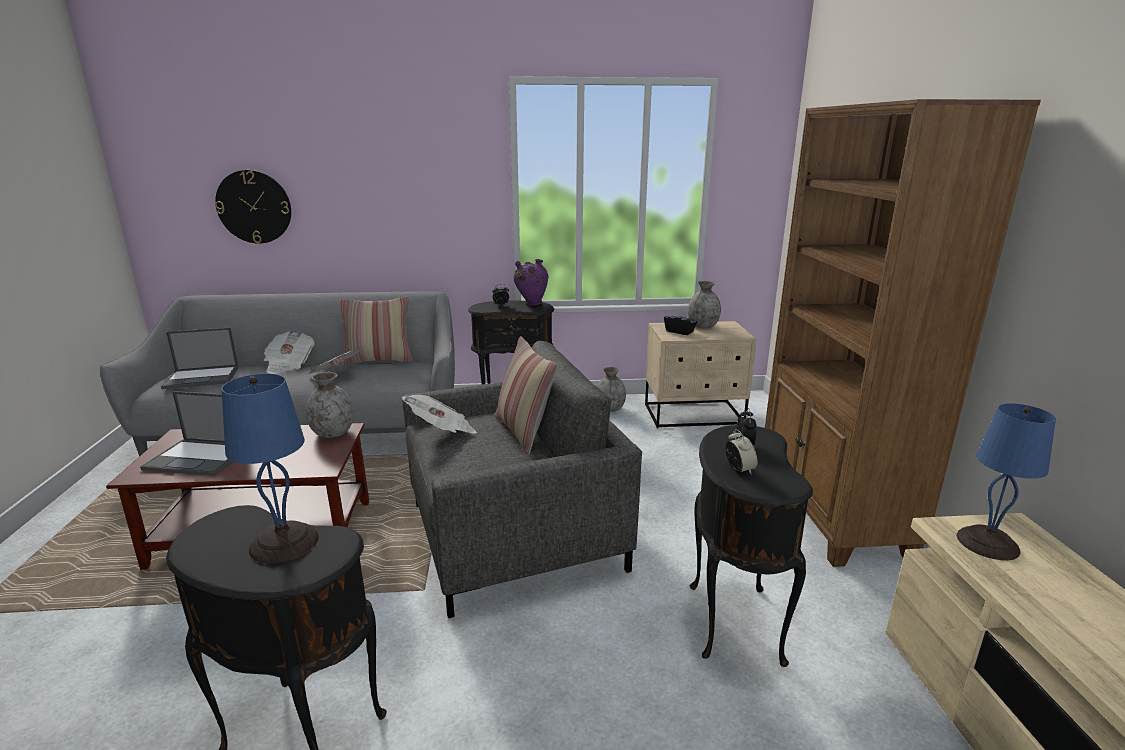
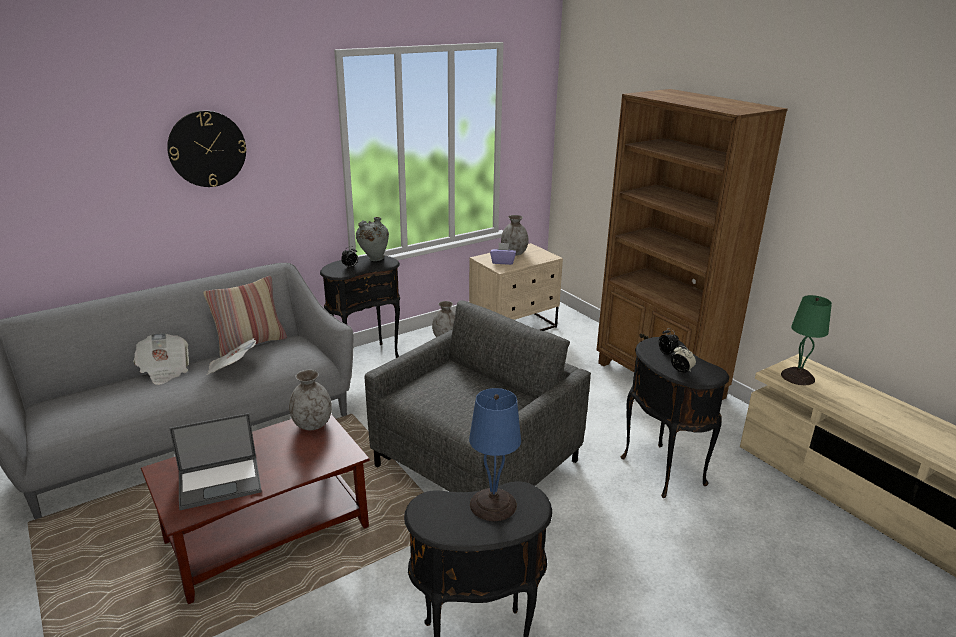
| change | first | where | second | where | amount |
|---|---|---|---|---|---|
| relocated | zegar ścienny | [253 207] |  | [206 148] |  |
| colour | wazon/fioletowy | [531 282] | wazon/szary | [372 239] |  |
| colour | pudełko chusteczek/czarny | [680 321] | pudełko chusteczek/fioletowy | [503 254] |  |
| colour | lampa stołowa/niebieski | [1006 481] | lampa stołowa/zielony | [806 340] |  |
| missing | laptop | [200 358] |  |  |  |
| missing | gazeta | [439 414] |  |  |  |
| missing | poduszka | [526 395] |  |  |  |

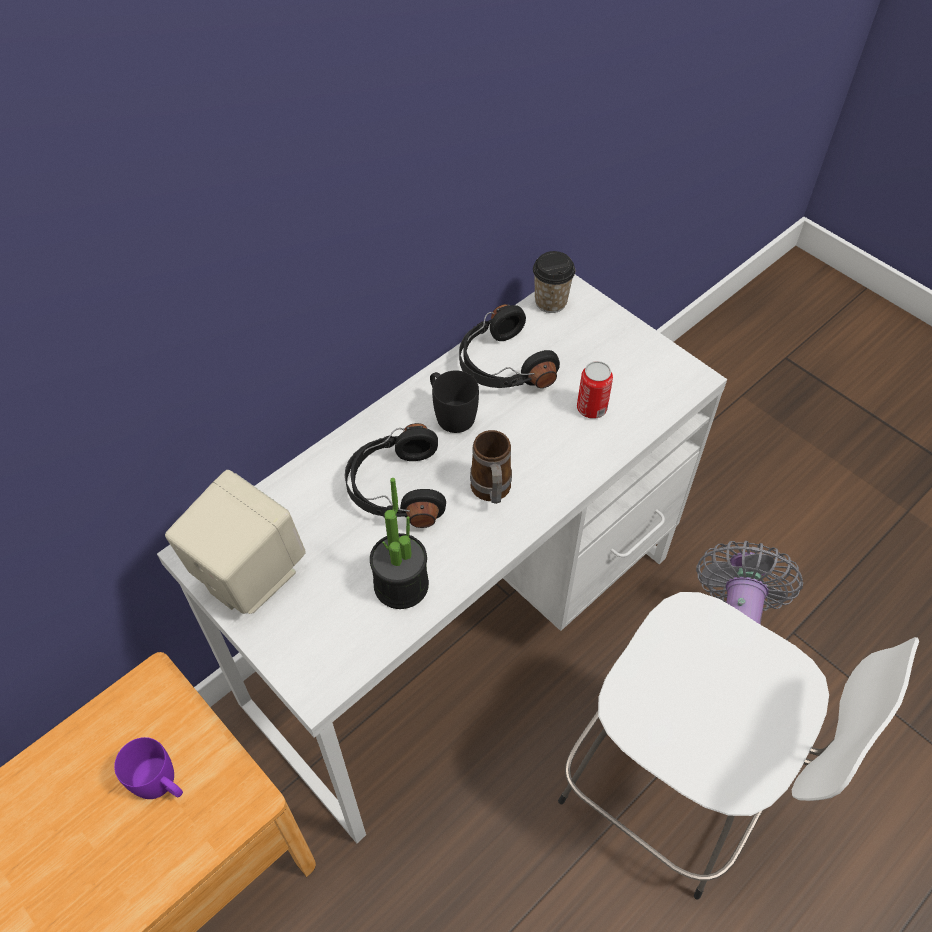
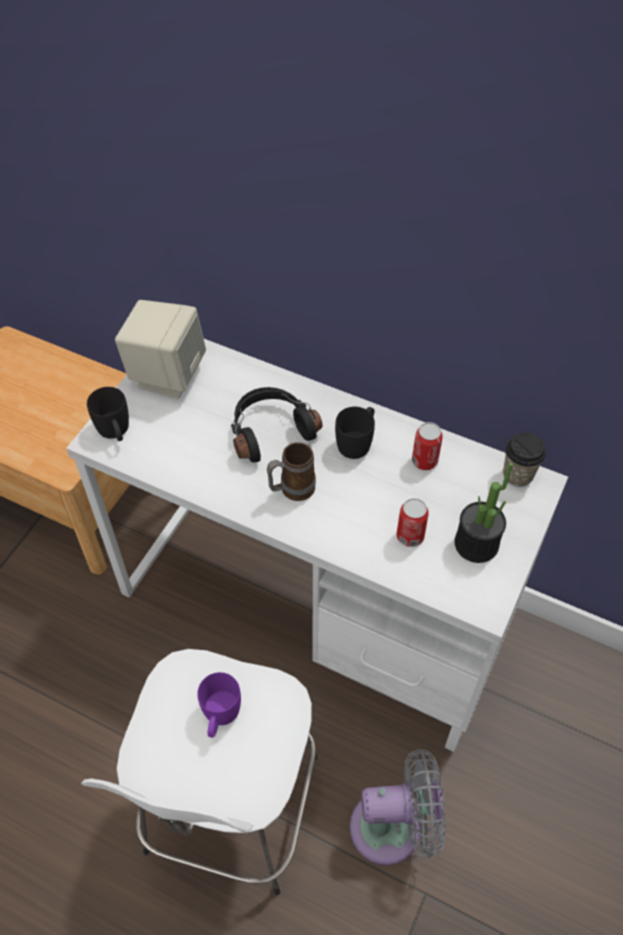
| change | first | where | second | where | amount |
|---|---|---|---|---|---|
| appeared |  |  | kubek/czarny | [108 414] |  |
| relocated | kubek/fioletowy | [148 768] |  | [219 705] |  |
| exchanged | słuchawki/czarny | [509 346] | puszka | [427 446] |  |
| relocated | roślina doniczkowa | [399 543] |  | [484 513] |  |

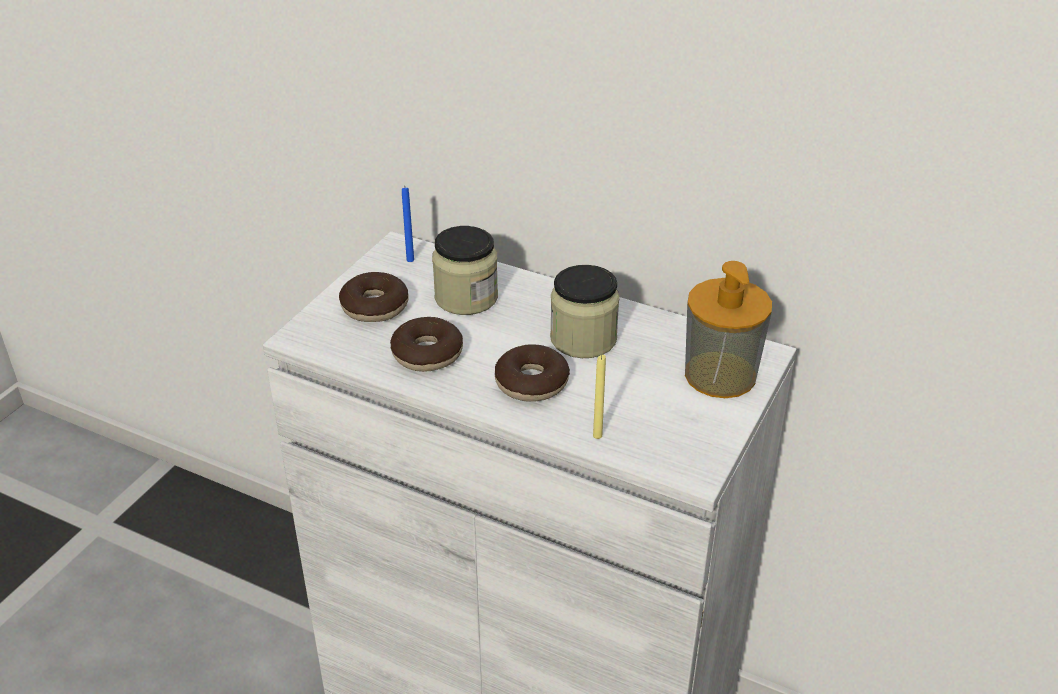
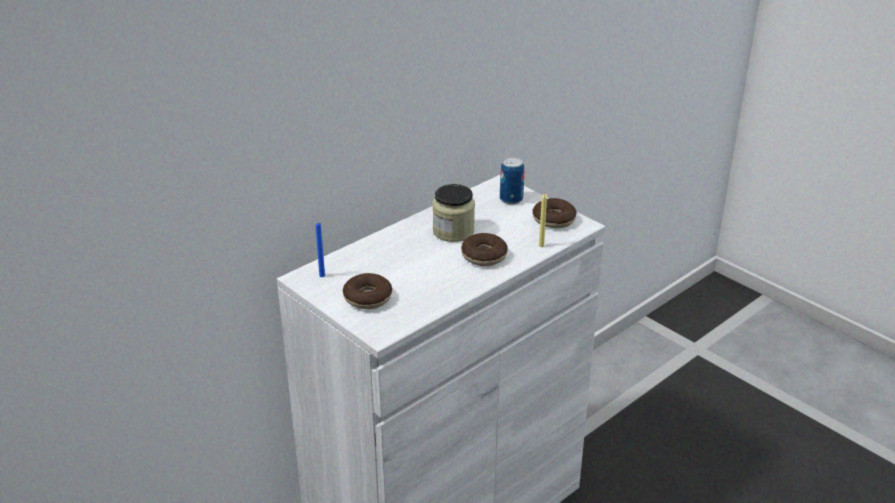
| change | first | where | second | where | amount |
|---|---|---|---|---|---|
| exchanged | dozownik mydła | [728 329] | puszka | [512 180] |  |
| relocated | donut | [426 344] |  | [555 213] |  |
| missing | słoik | [465 270] |  |  |  |

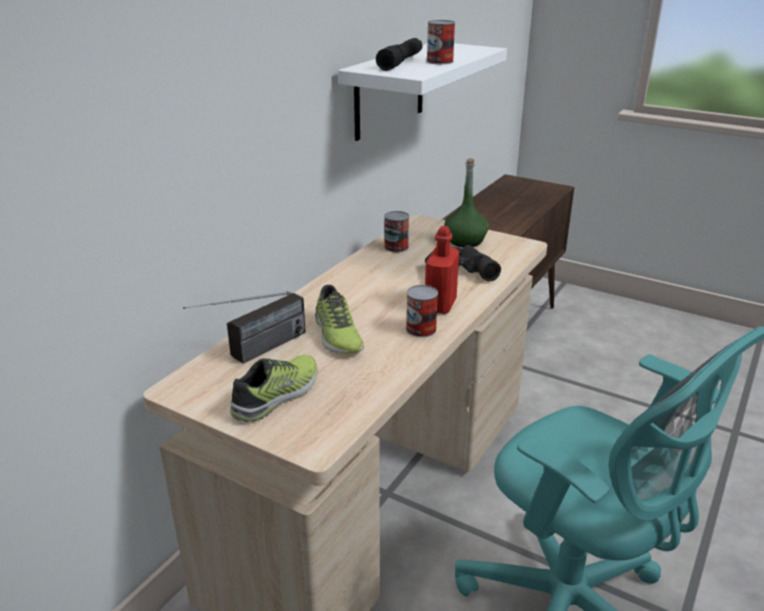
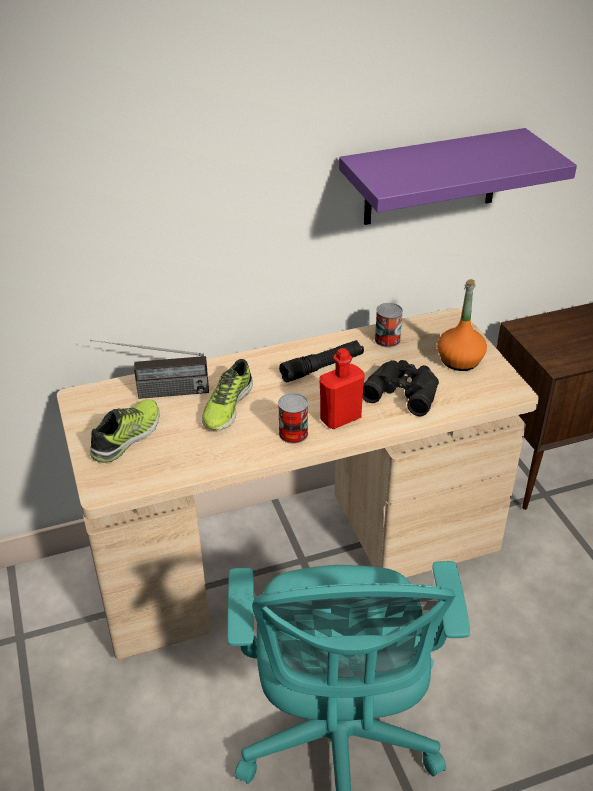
| change | first | where | second | where | amount |
|---|---|---|---|---|---|
| spun | but | [273 388] |  | [124 431] | 45 degrees counterclockwise |
| relocated | latarka/czarny | [399 54] |  | [321 361] |  |
| colour | półka/biały | [422 92] | półka/fioletowy | [458 176] |  |
| colour | butelka/zielony | [466 203] | butelka/pomarańczowy | [462 325] |  |
| missing | puszka | [440 42] |  |  |  |

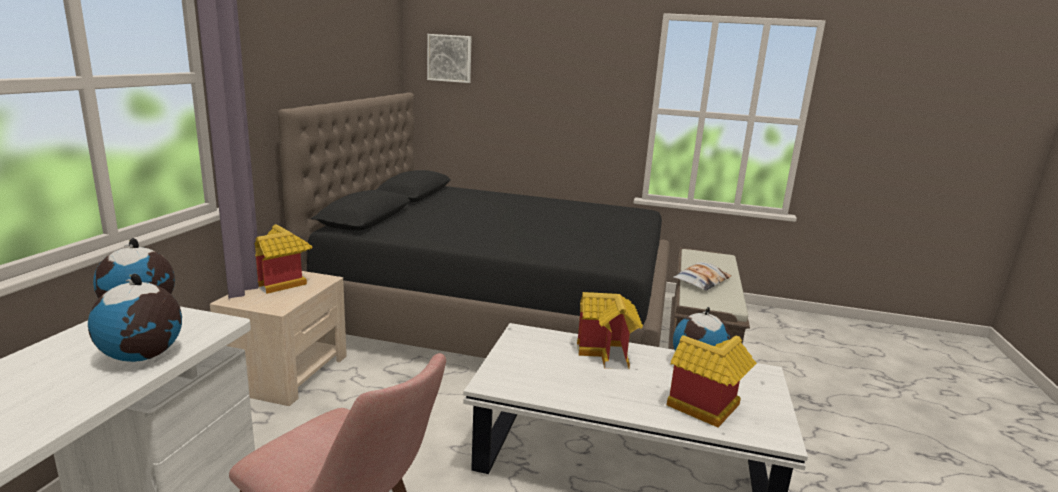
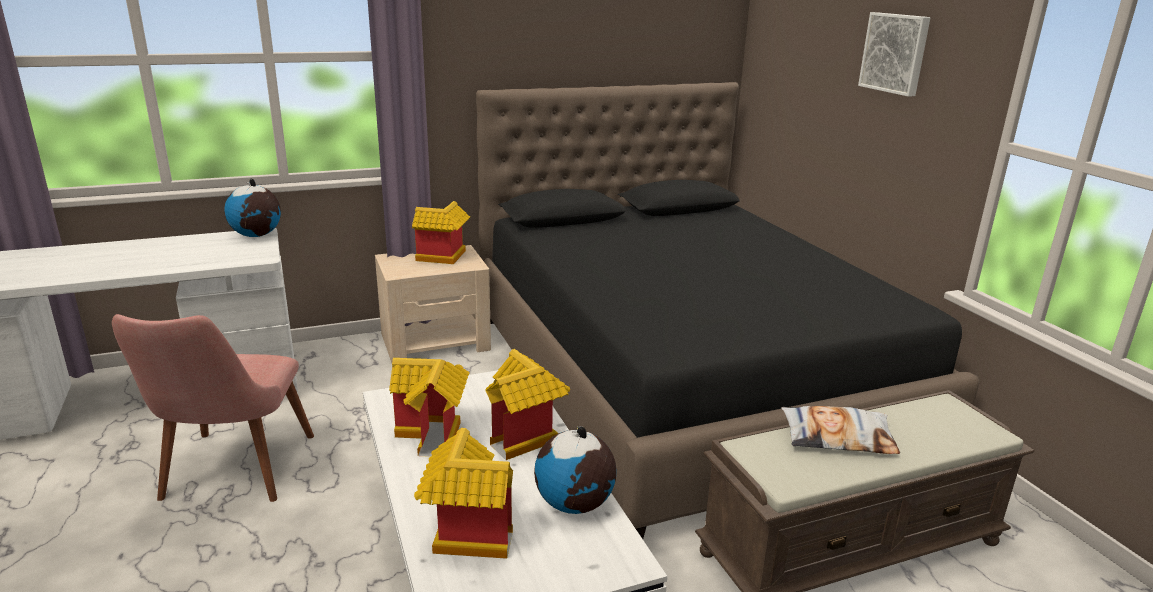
| change | first | where | second | where | amount |
|---|---|---|---|---|---|
| appeared |  |  | domek | [429 407] |  |
| relocated | obraz | [449 58] |  | [894 54] |  |
| missing | globus | [135 317] |  |  |  |

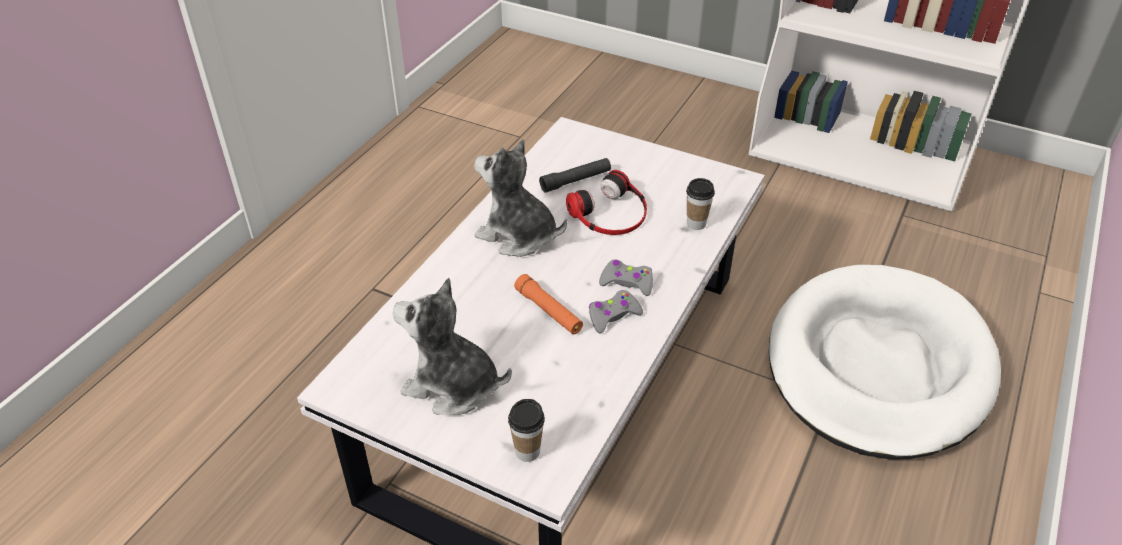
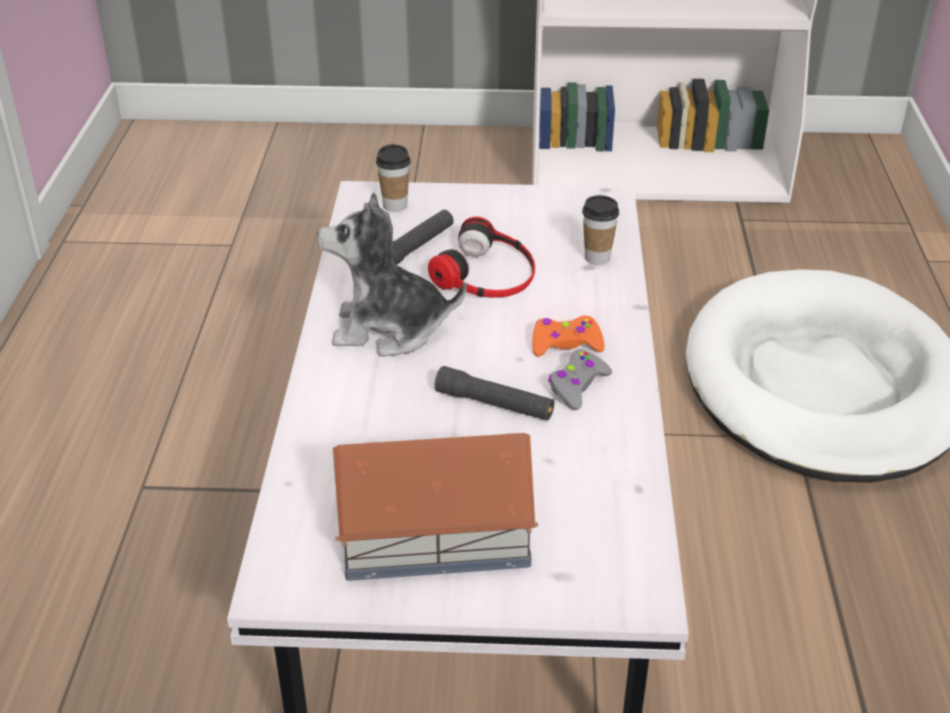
| change | first | where | second | where | amount |
|---|---|---|---|---|---|
| exchanged | pluszak | [452 346] | domek | [435 507] |  |
| relocated | filiżanka | [526 430] |  | [393 178] |  |
| colour | latarka/pomarańczowy | [548 304] | latarka/czarny | [494 393] |  |
| colour | pad do gier/szary | [626 277] | pad do gier/pomarańczowy | [568 336] |  |

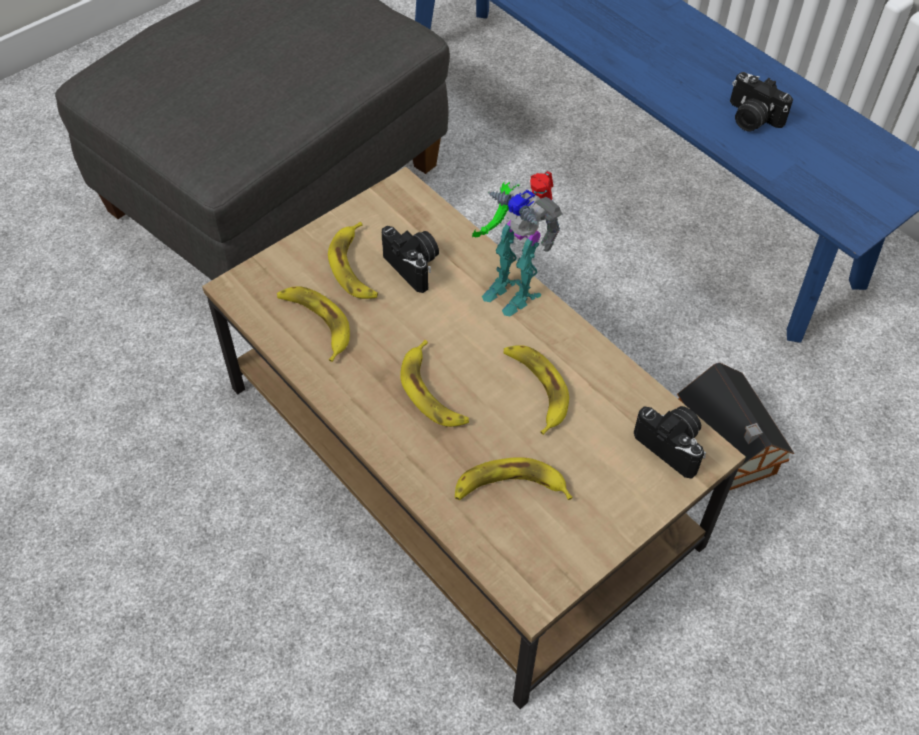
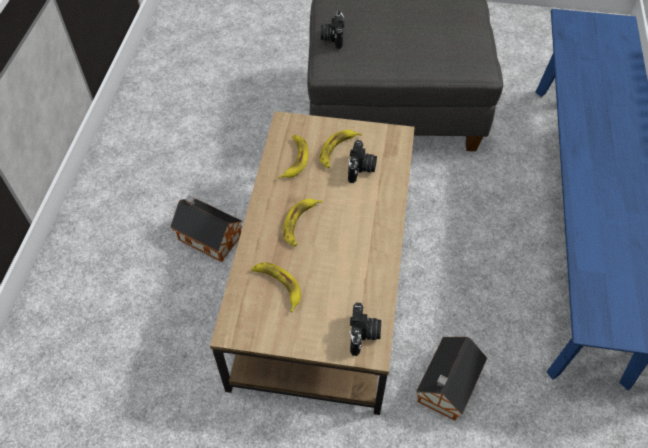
| change | first | where | second | where | amount |
|---|---|---|---|---|---|
| appeared |  |  | domek | [206 228] |  |
| relocated | aparat fotograficzny | [761 101] |  | [333 29] |  |
| missing | robot zabawkowy | [517 244] |  |  |  |
| missing | banan | [536 390] |  |  |  |

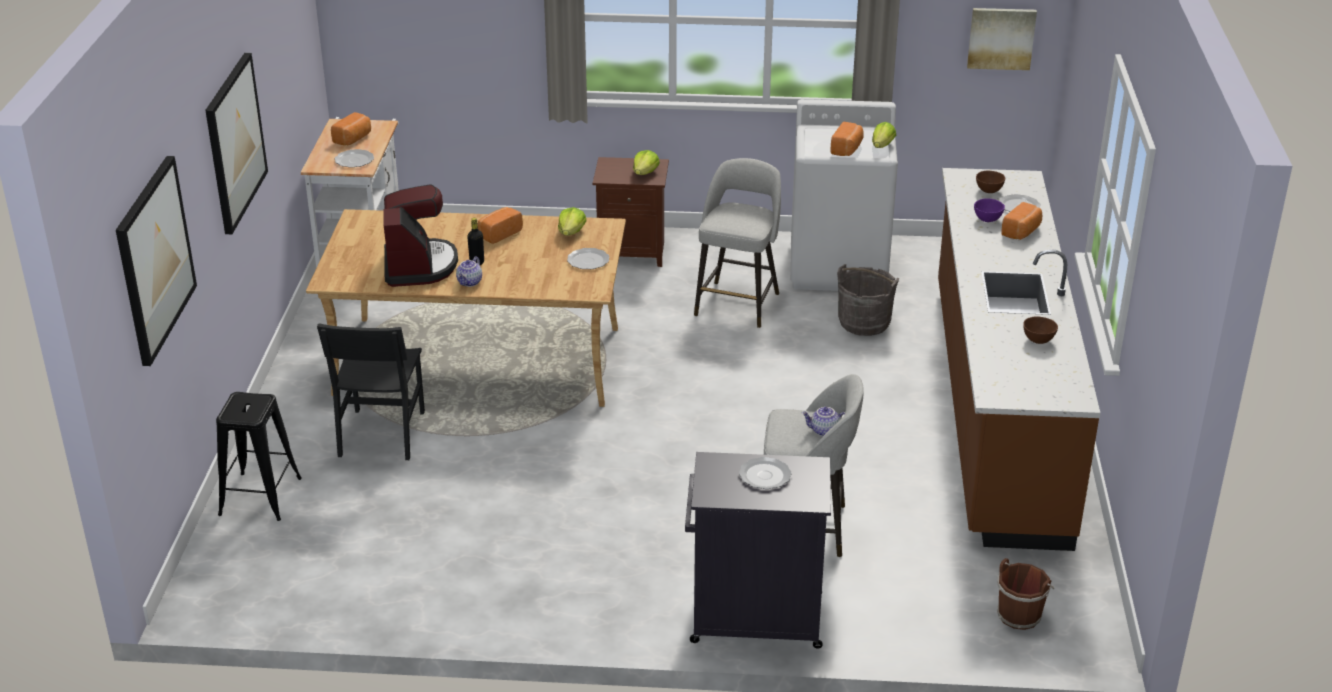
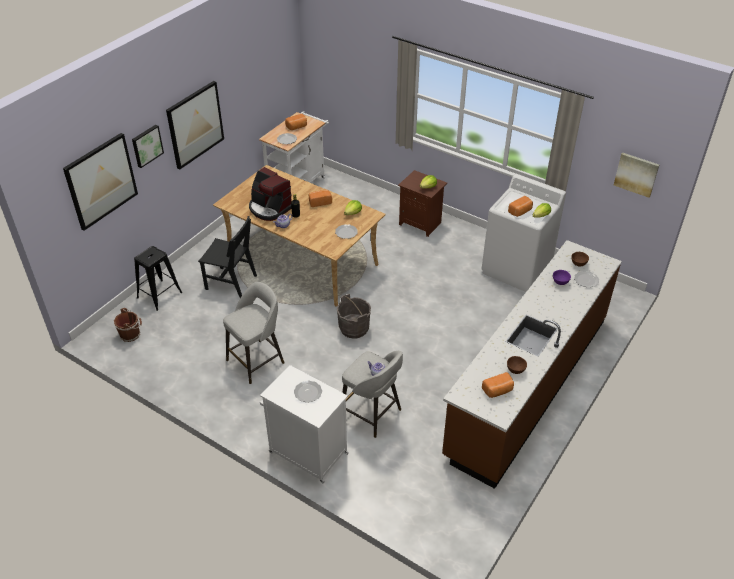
| change | first | where | second | where | amount |
|---|---|---|---|---|---|
| relocated | wiadro/brązowy | [1025 594] |  | [128 325] |  |
| appeared |  |  | obraz | [148 146] |  |
| spun | krzesło/czarny | [371 391] |  | [227 257] | 105 degrees counterclockwise |
| relocated | stołek/szary | [737 243] |  | [254 333] |  |
| spun | ekspres do kawy | [420 235] |  | [270 194] | 105 degrees clockwise |
| colour | szafka/czarny | [758 550] | szafka/biały | [304 424] |  |
| relocated | wiadro/szary | [868 300] |  | [354 316] |  |
| relocated | chleb | [1021 221] |  | [498 385] |  |

